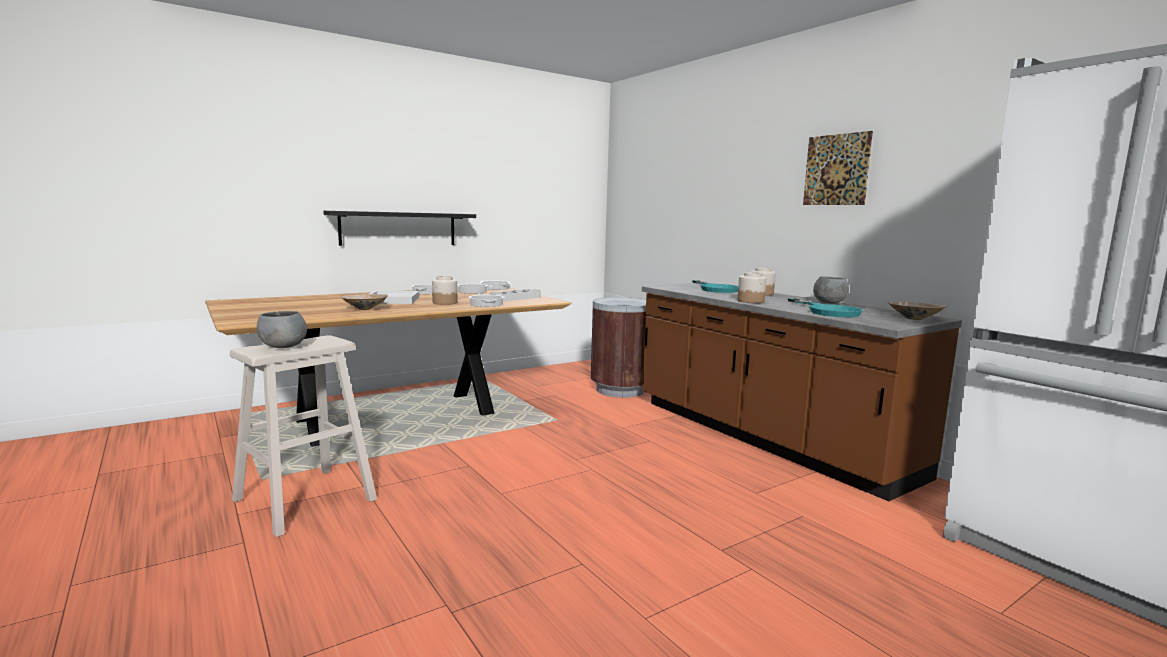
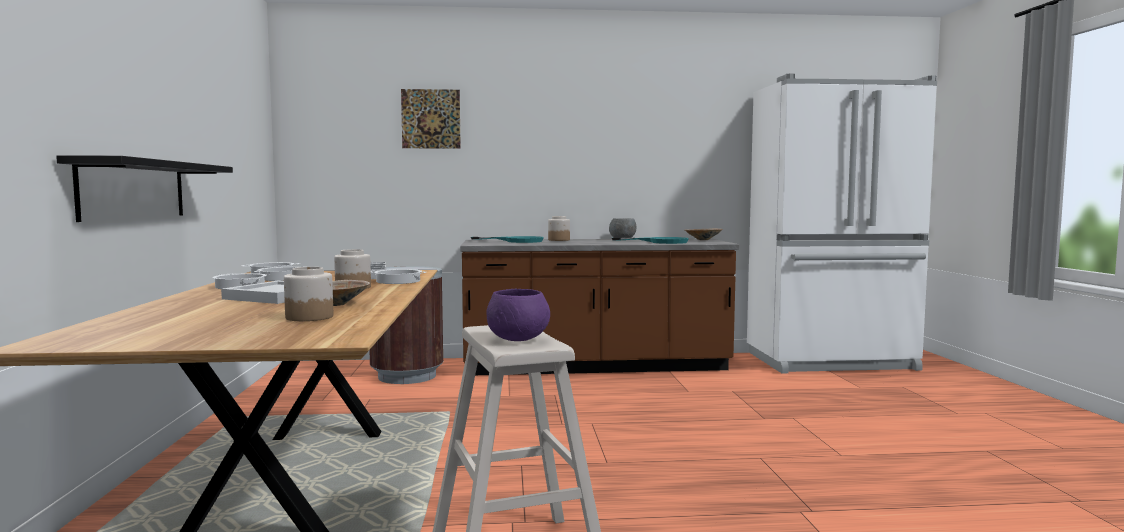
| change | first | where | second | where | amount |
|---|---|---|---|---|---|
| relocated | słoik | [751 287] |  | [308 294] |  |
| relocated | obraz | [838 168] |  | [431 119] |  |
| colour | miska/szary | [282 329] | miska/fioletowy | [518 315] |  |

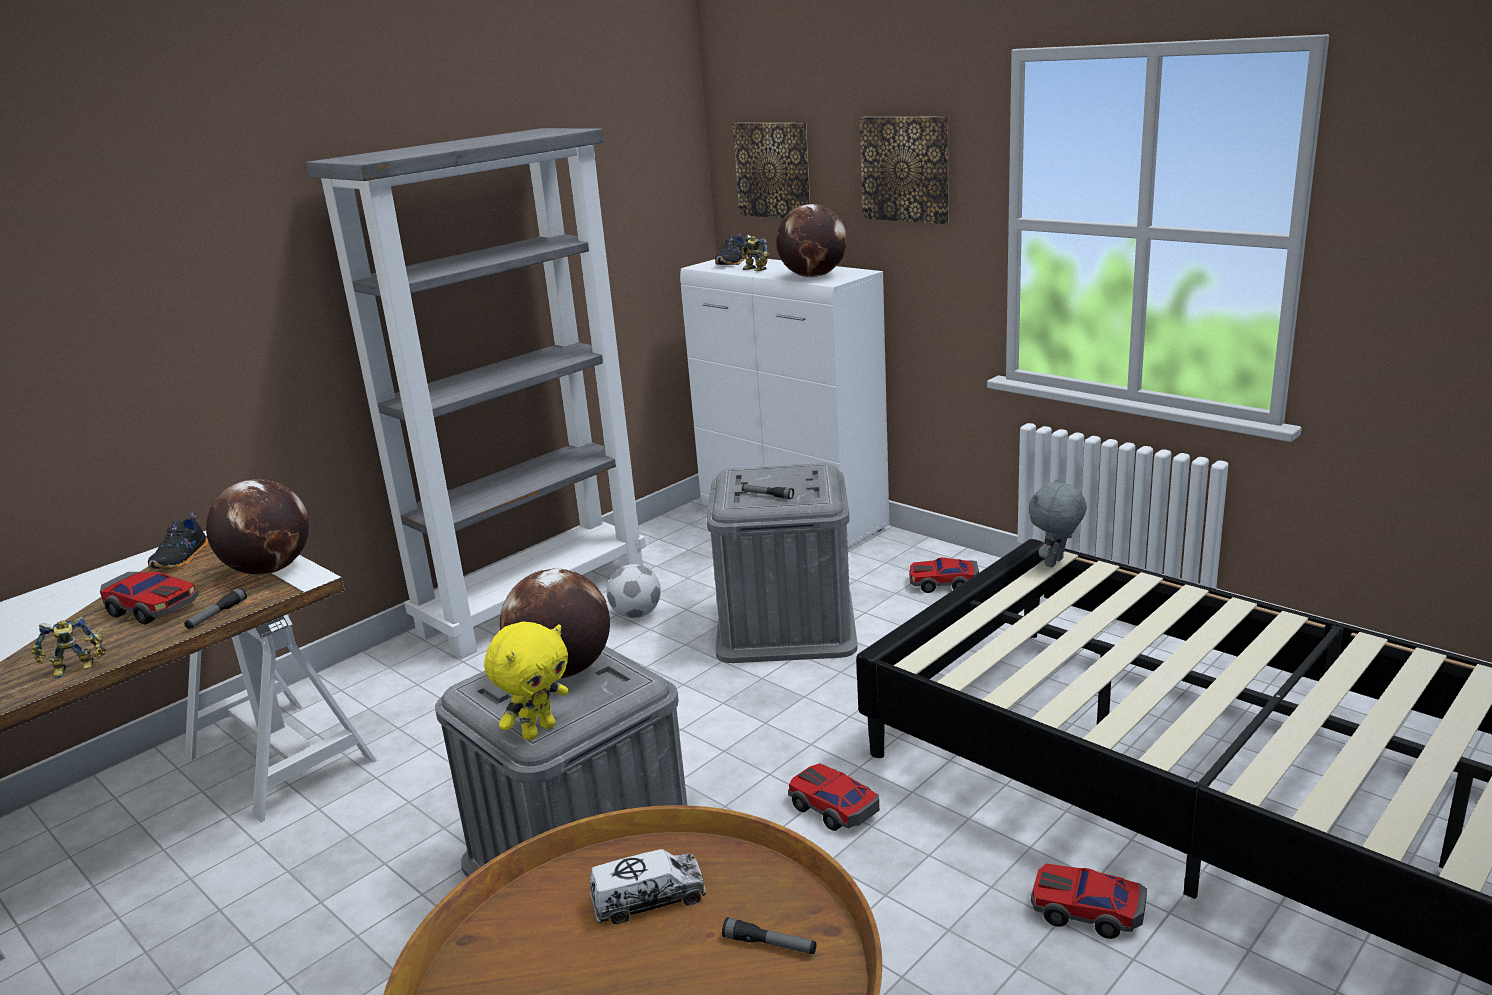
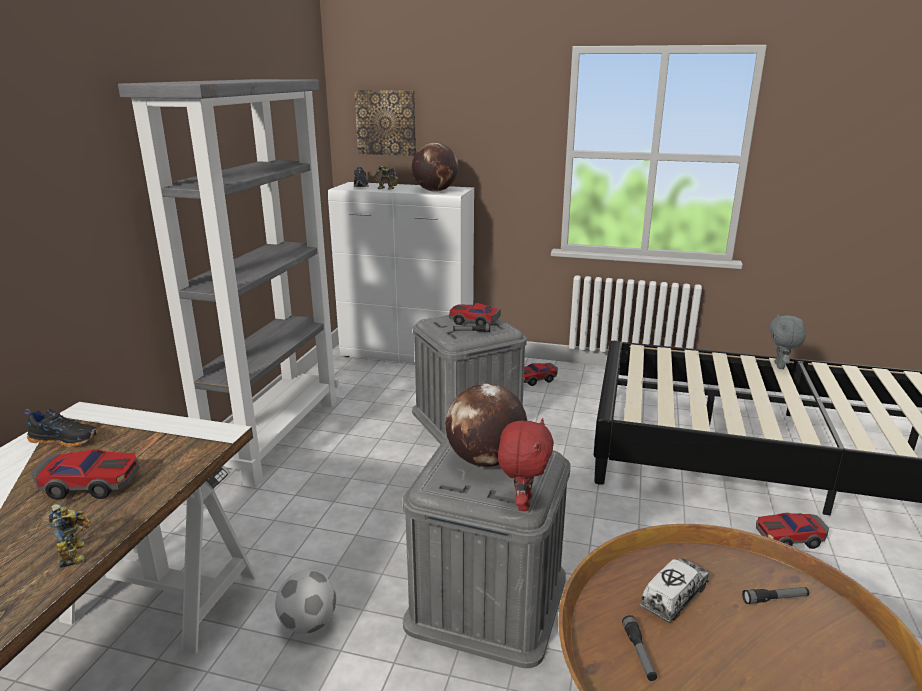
| change | first | where | second | where | amount |
|---|---|---|---|---|---|
| spun | but/czarny | [178 541] |  | [61 428] | 60 degrees counterclockwise |
| spun | robot zabawkowy | [69 647] |  | [69 536] | 60 degrees counterclockwise |
| relocated | piłka futbolowa | [634 591] |  | [305 602] |  |
| relocated | samochodzik | [833 797] |  | [475 314] |  |
| colour | pluszak/żółty | [526 681] | pluszak/czerwony | [526 464] |  |
| relocated | latarka | [215 608] |  | [639 648] |  |
| relocated | pluszak/szary | [1057 523] |  | [788 341] |  |
| missing | globus | [257 527] |  |  |  |
| missing | obraz | [904 170] |  |  |  |

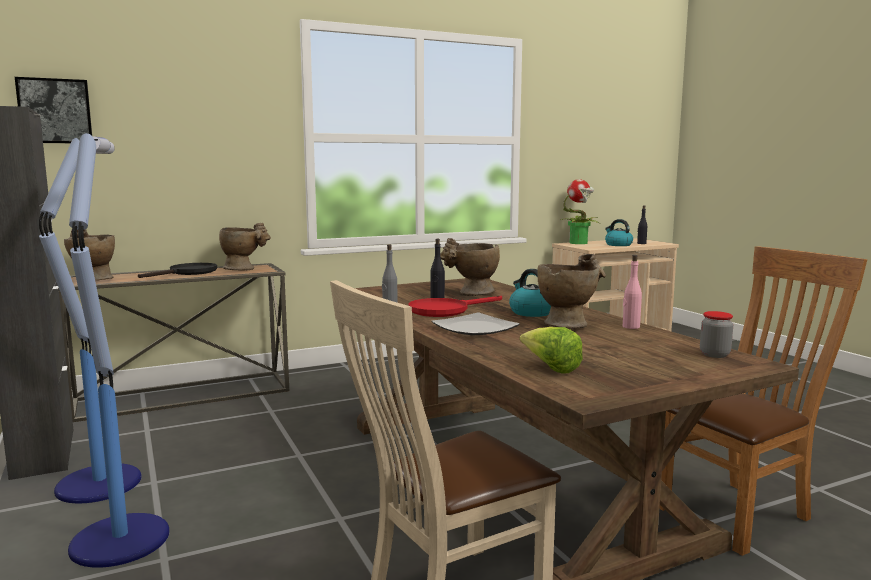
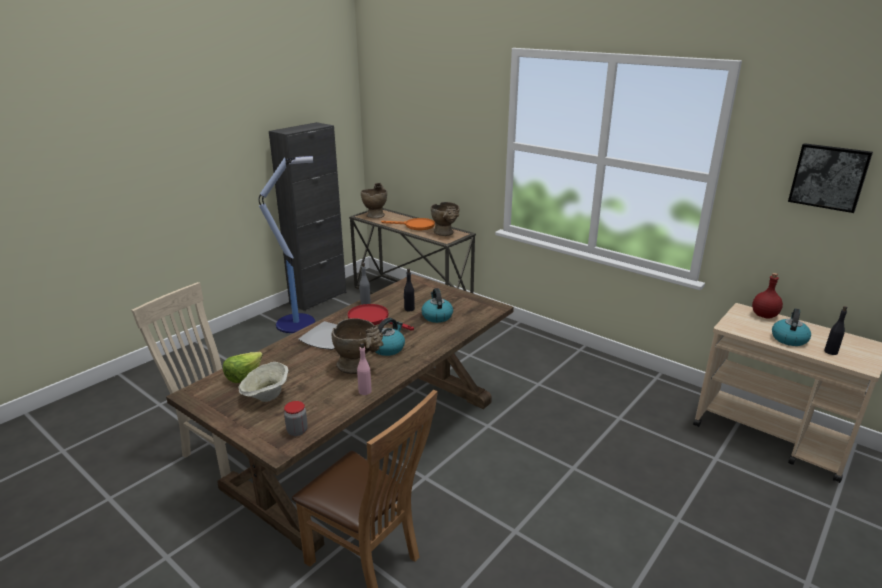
| change | first | where | second | where | amount |
|---|---|---|---|---|---|
| appeared |  |  | miska/beżowy | [263 382] |  |
| colour | patelnia/czarny | [177 270] | patelnia/pomarańczowy | [408 224] |  |
| exchanged | wazon/beżowy | [470 267] | czajnik | [437 305] |  |
| exchanged | roślina doniczkowa | [580 211] | butelka/czerwony | [767 296] |  |
| relocated | obraz | [53 110] |  | [830 178] |  |
| missing | lampa stojąca | [119 350] |  |  |  |

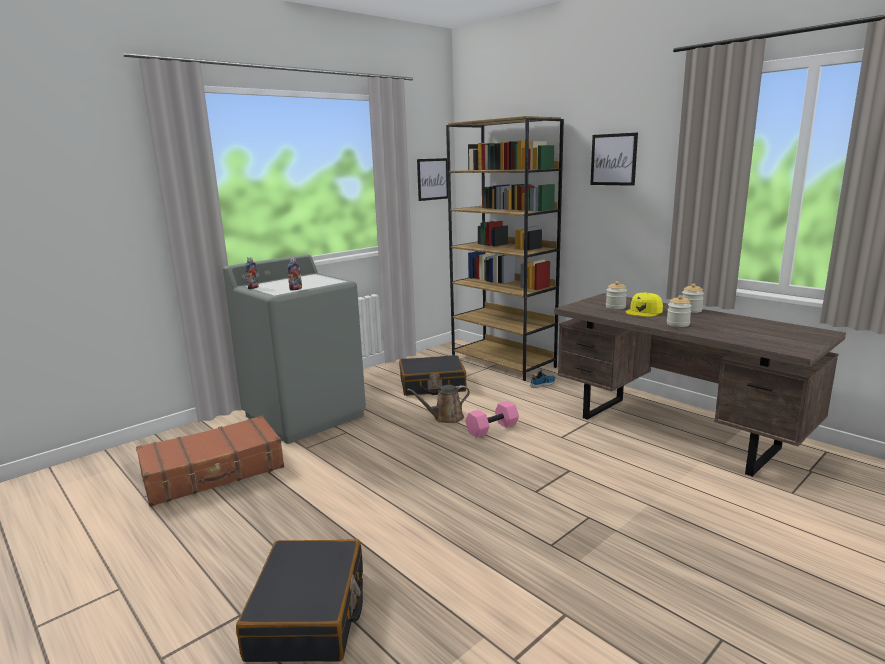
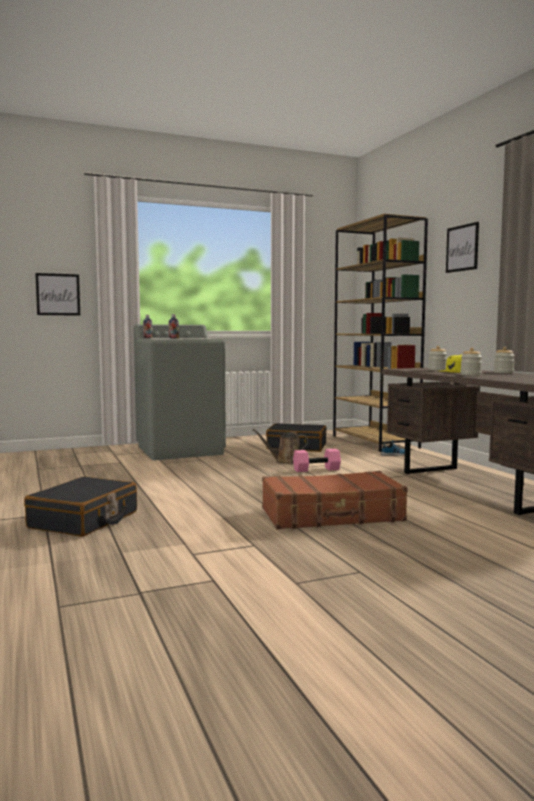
| change | first | where | second | where | amount |
|---|---|---|---|---|---|
| relocated | obraz | [432 179] |  | [57 294] |  |
| relocated | walizka/brązowy | [210 461] |  | [334 500] |  |

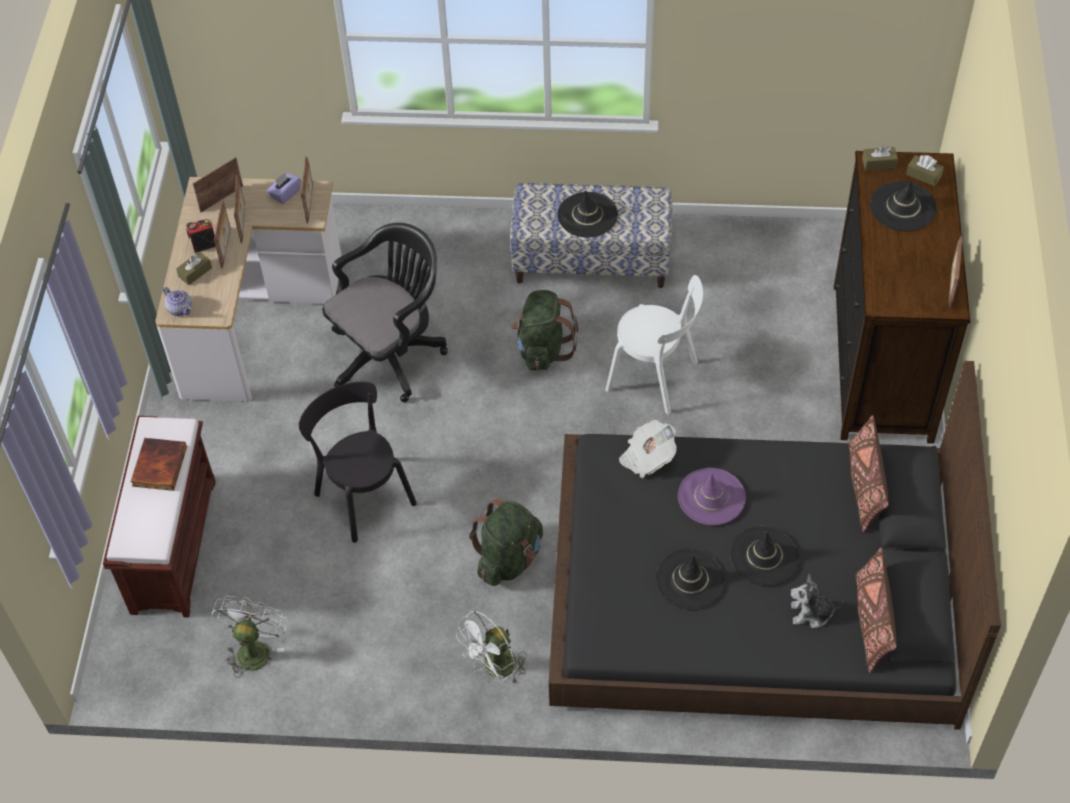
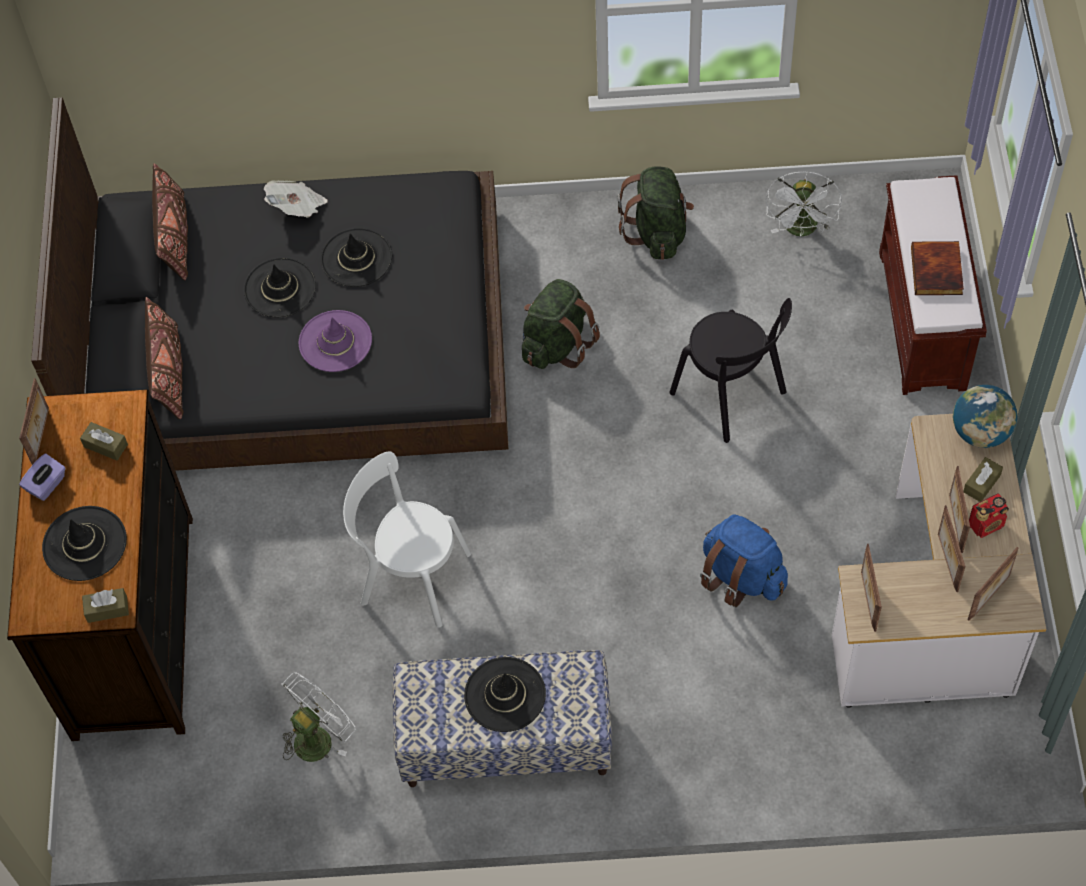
| change | first | where | second | where | amount |
|---|---|---|---|---|---|
| relocated | pudełko chusteczek/fioletowy | [284 188] |  | [42 477] |  |
| relocated | pudełko chusteczek/brązowy | [925 170] |  | [104 441] |  |
| relocated | gazeta | [648 449] |  | [296 199] |  |
| relocated | wentylator/biały | [491 647] |  | [318 717] |  |
| relocated | plecak/zielony | [544 330] |  | [656 213] |  |
| exchanged | krzesło biurowe/czarny | [385 312] | plecak/niebieski | [744 560] |  |
| exchanged | imbryk | [177 301] | globus | [985 416] |  |
| missing | pluszak | [816 601] |  |  |  |

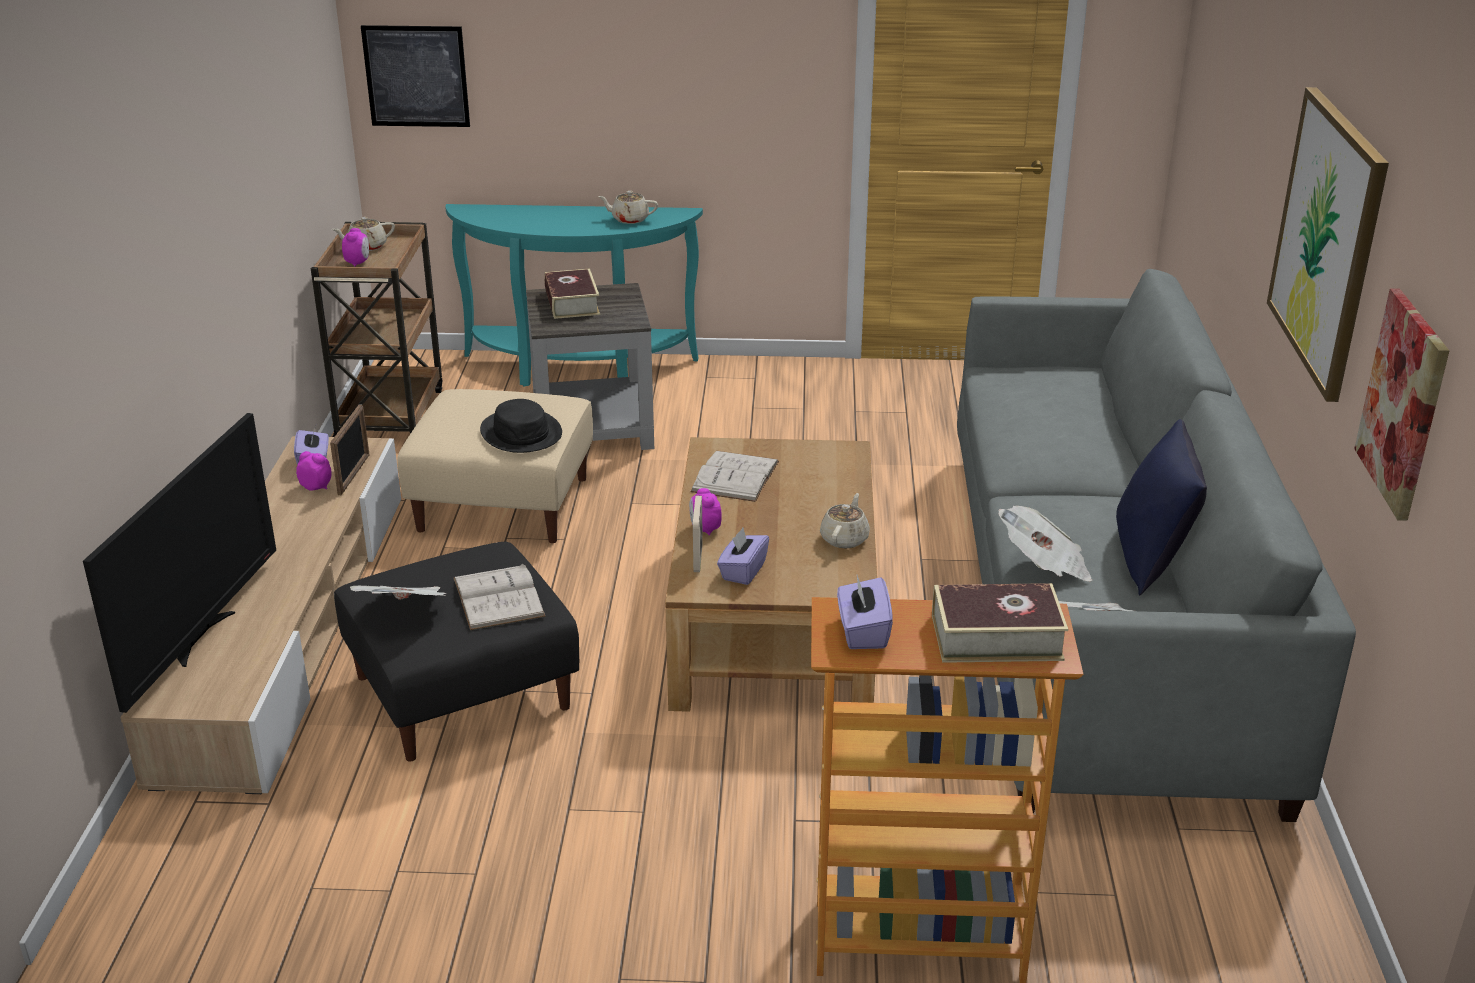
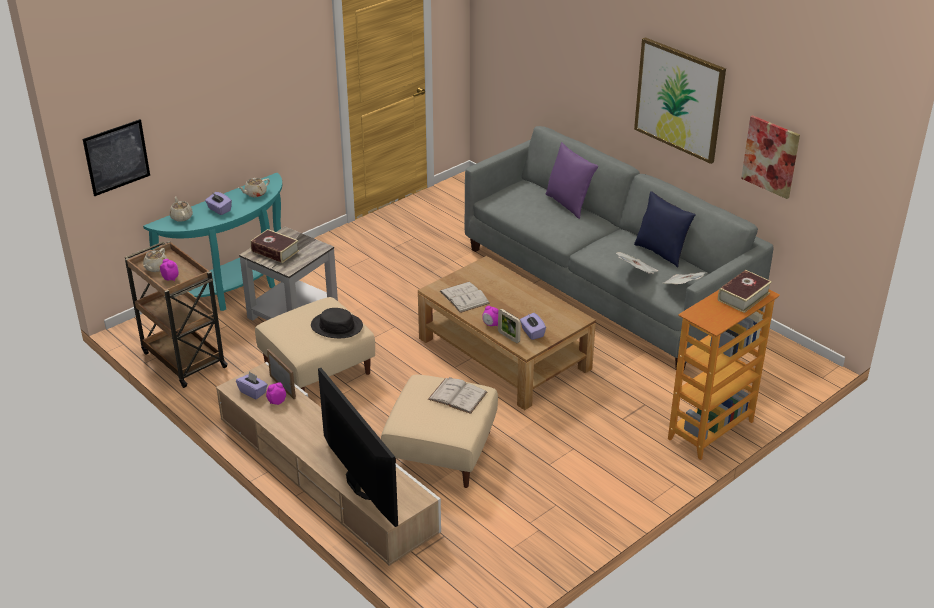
| change | first | where | second | where | amount |
|---|---|---|---|---|---|
| relocated | imbryk/beżowy | [845 520] |  | [181 209] |  |
| relocated | pudełko chusteczek/fioletowy | [865 612] |  | [218 203] |  |
| colour | pufa/czarny | [456 651] | pufa/beżowy | [439 431] |  |
| appeared |  |  | poduszka/fioletowy | [572 180] |  |
| missing | gazeta | [398 593] |  |  |  |

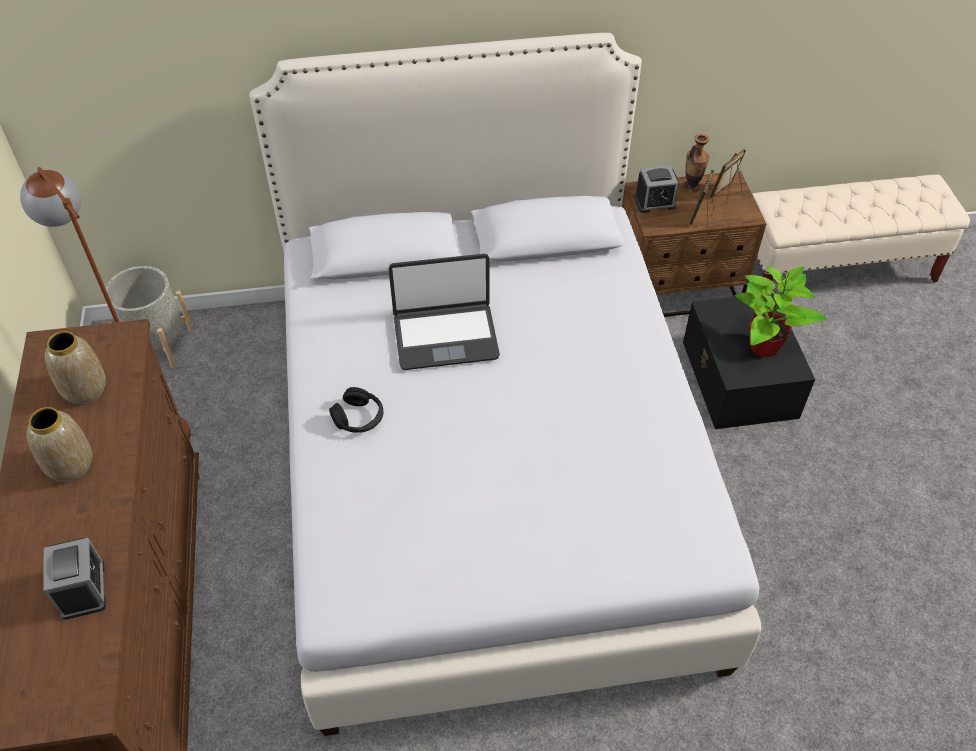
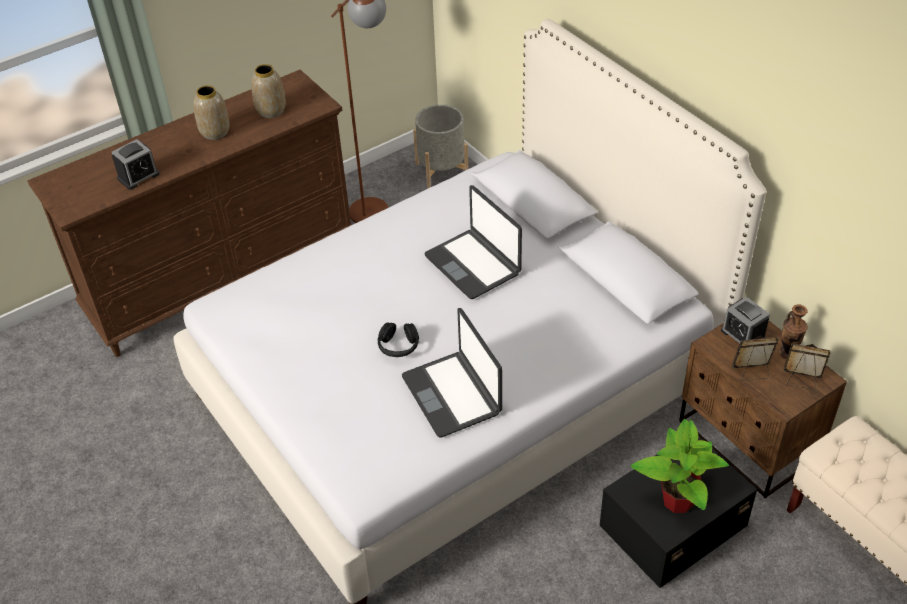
| change | first | where | second | where | amount |
|---|---|---|---|---|---|
| relocated | słuchawki/czarny | [356 410] |  | [398 339] |  |
| appeared |  |  | laptop | [452 373] |  |

